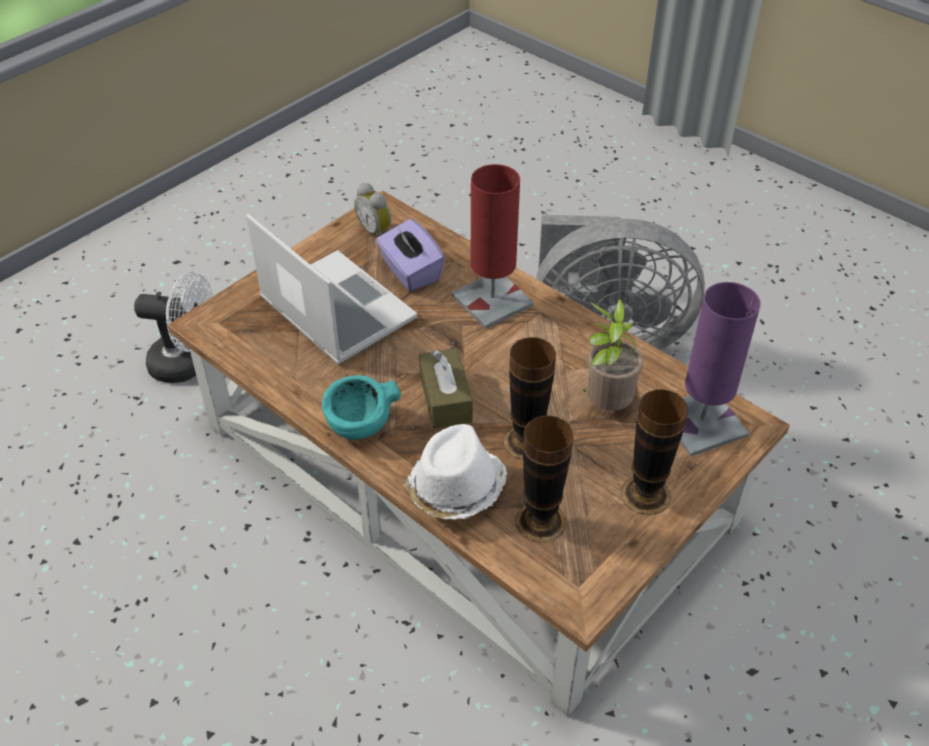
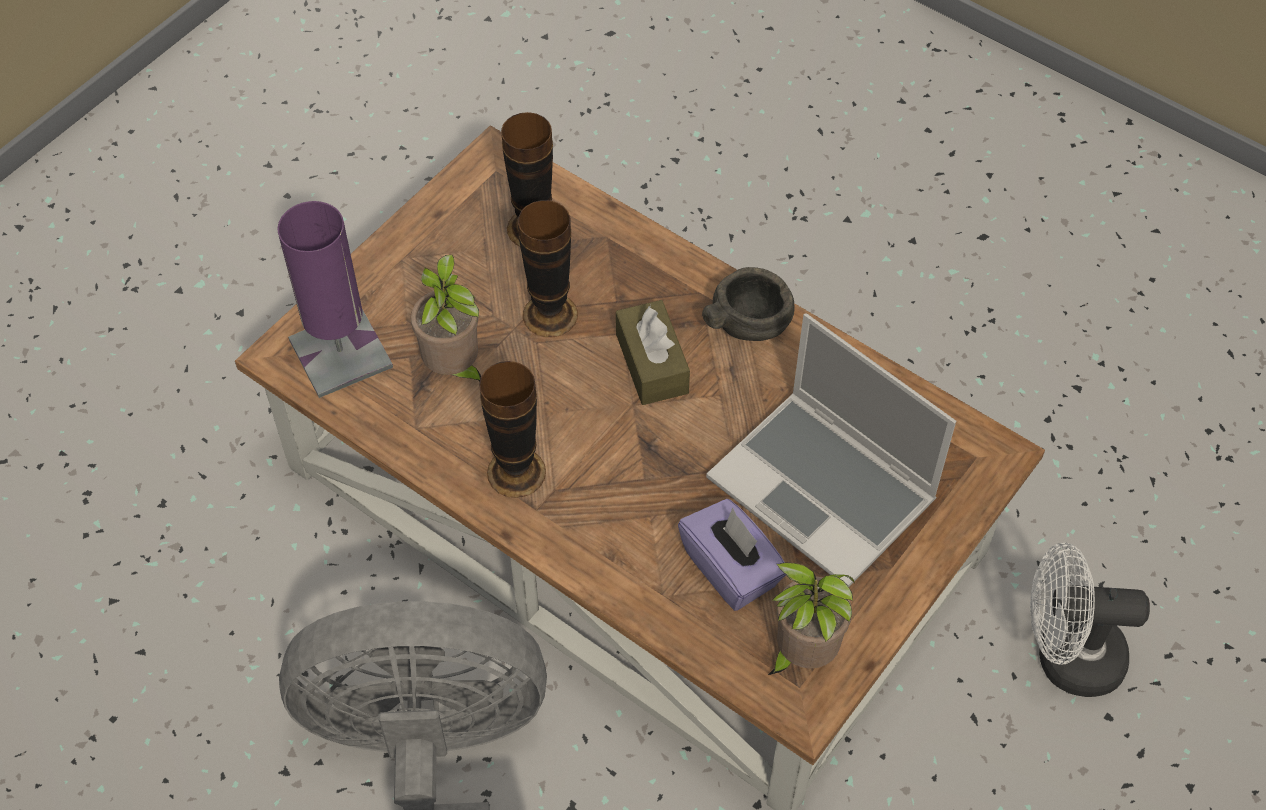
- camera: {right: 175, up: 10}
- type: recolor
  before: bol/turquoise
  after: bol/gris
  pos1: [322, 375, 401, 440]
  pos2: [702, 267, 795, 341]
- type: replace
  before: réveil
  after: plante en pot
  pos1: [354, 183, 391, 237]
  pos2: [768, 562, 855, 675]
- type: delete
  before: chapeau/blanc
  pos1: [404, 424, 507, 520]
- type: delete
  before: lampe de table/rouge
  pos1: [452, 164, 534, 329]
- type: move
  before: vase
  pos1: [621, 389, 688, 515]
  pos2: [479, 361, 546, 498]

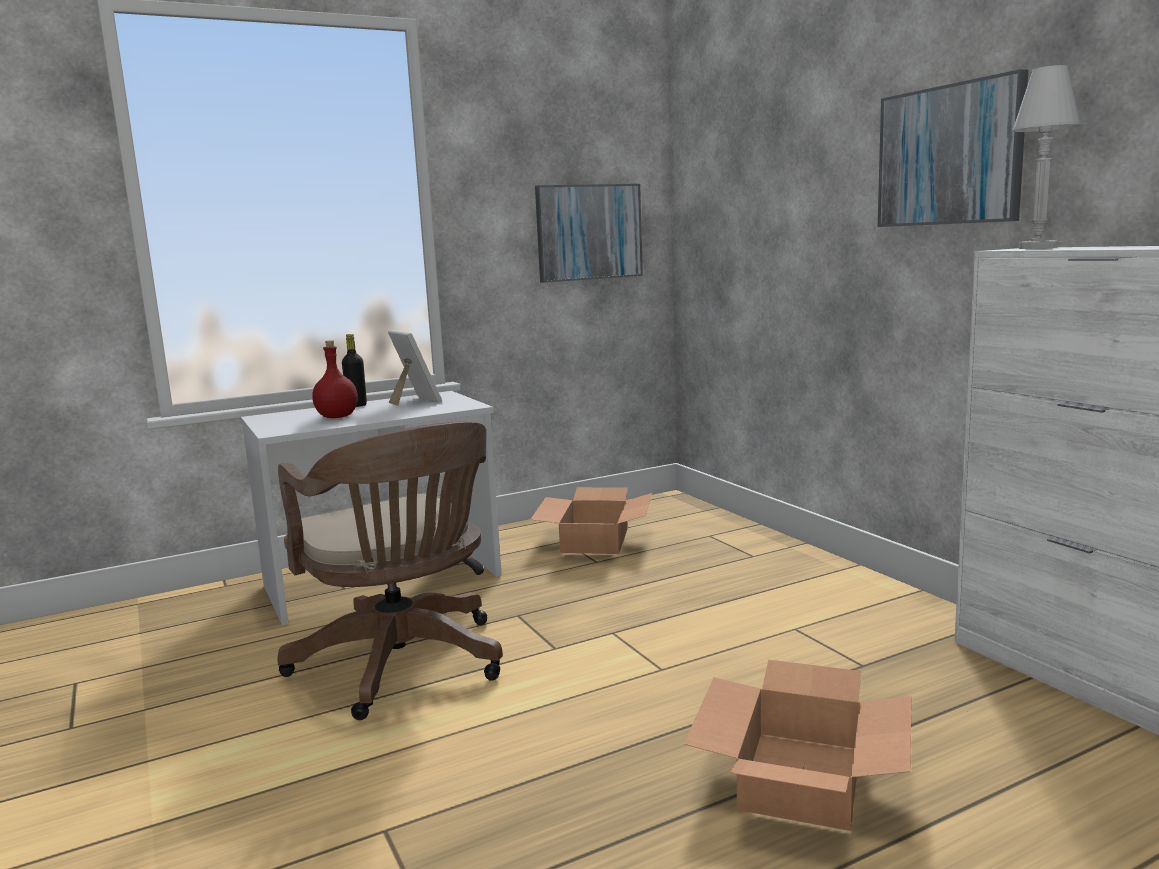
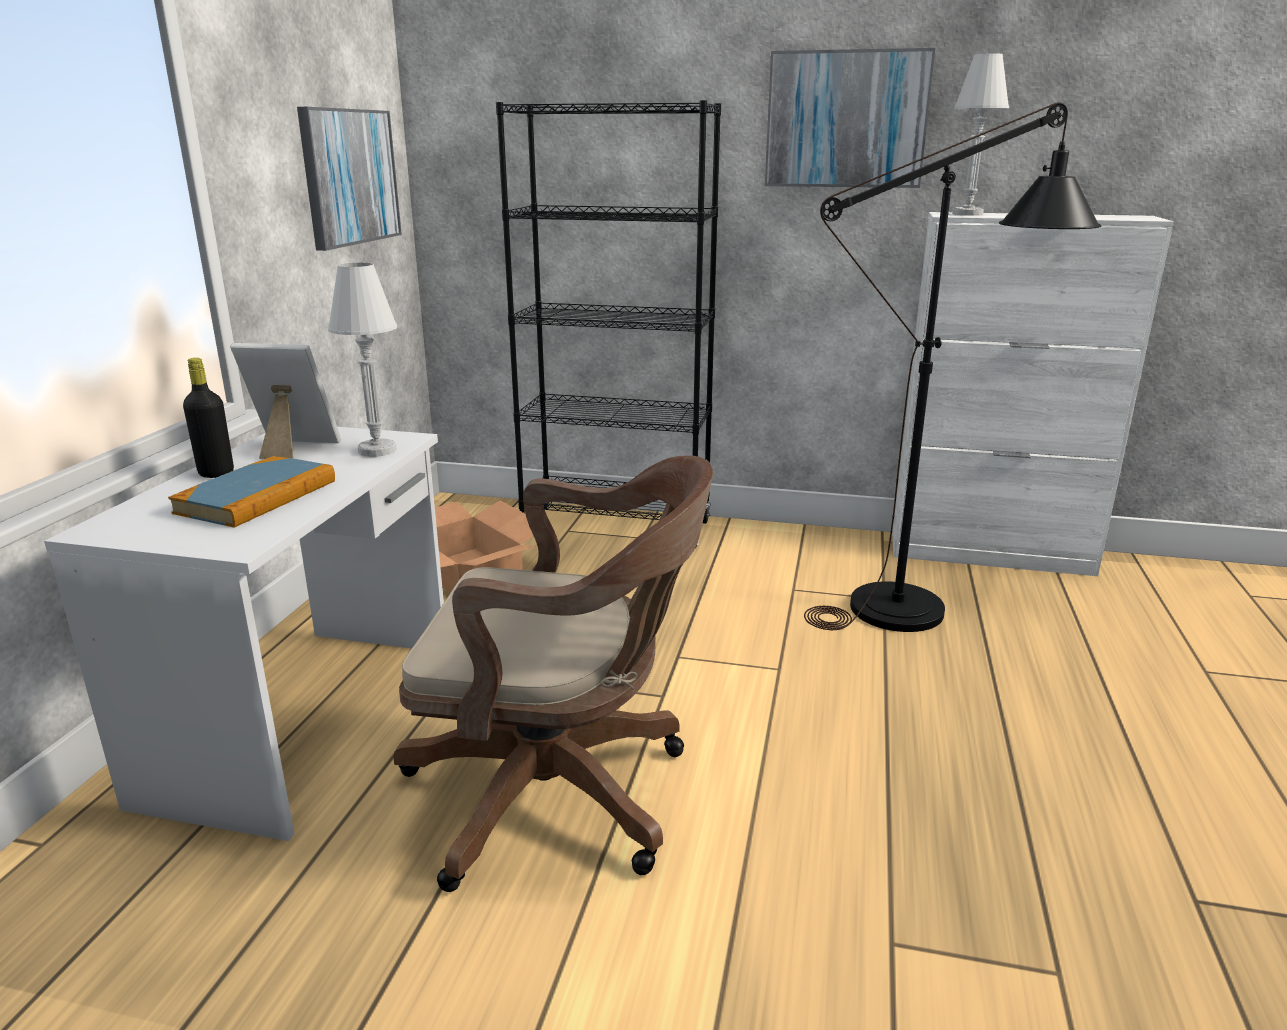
- camera: {right: -50, up: 10}
- type: replace
  before: bouteille/rouge
  after: livre
  pos1: [312, 340, 358, 418]
  pos2: [168, 456, 335, 528]
- type: delete
  before: carton
  pos1: [684, 660, 912, 831]
- type: insert
  after: lampe de table/blanc
  pos2: [328, 263, 397, 457]
- type: insert
  after: bibliothèque/noir
  pos2: [496, 100, 721, 547]
- type: insert
  after: lampadaire/noir
  pos2: [804, 102, 1102, 632]

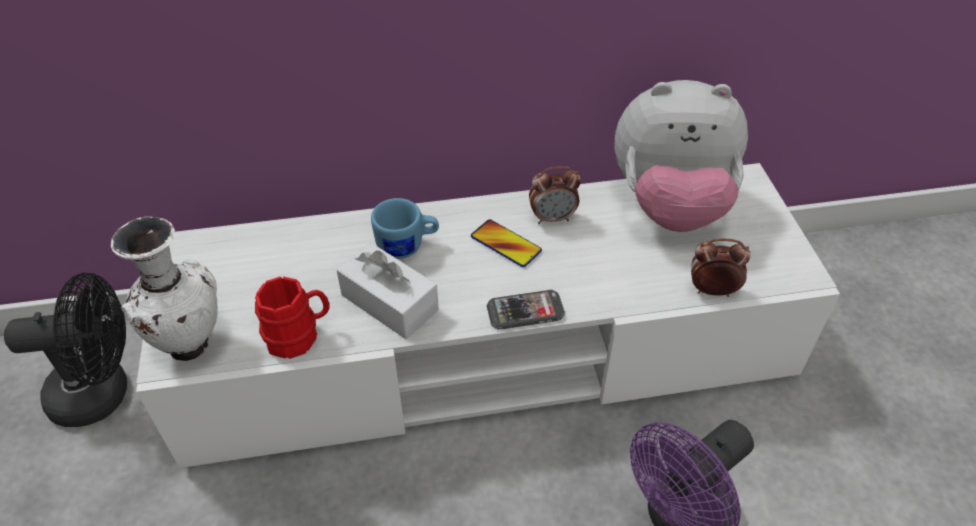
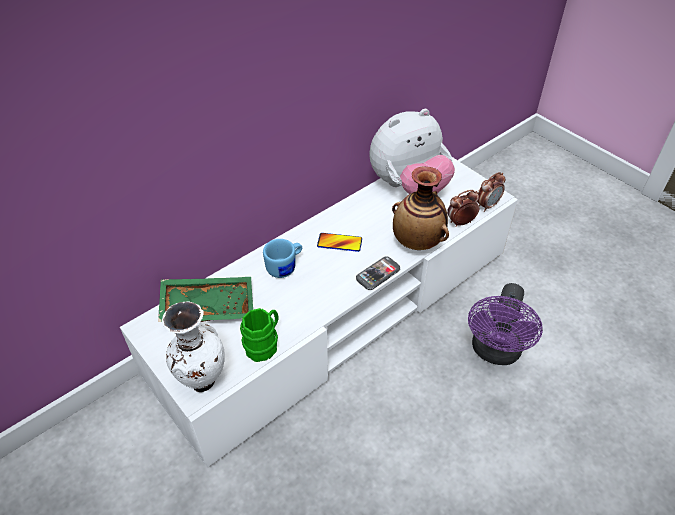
- camera: {right: -30, up: 0}
- type: delete
  before: ventilateur/noir
  pos1: [4, 273, 127, 427]
- type: recolor
  before: mug/rouge
  after: mug/vert
  pos1: [255, 277, 330, 359]
  pos2: [240, 308, 278, 362]
- type: delete
  before: boîte à mouchoirs/blanc
  pos1: [337, 243, 439, 339]
- type: move
  before: réveil
  pos1: [529, 166, 581, 224]
  pos2: [477, 172, 505, 212]
- type: insert
  after: plateau/vert
  pos2: [158, 277, 253, 322]
- type: insert
  after: vase
  pos2: [392, 166, 449, 250]

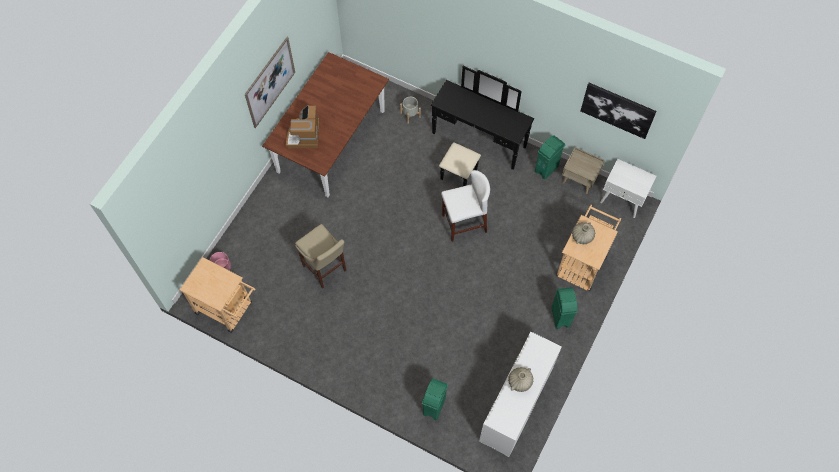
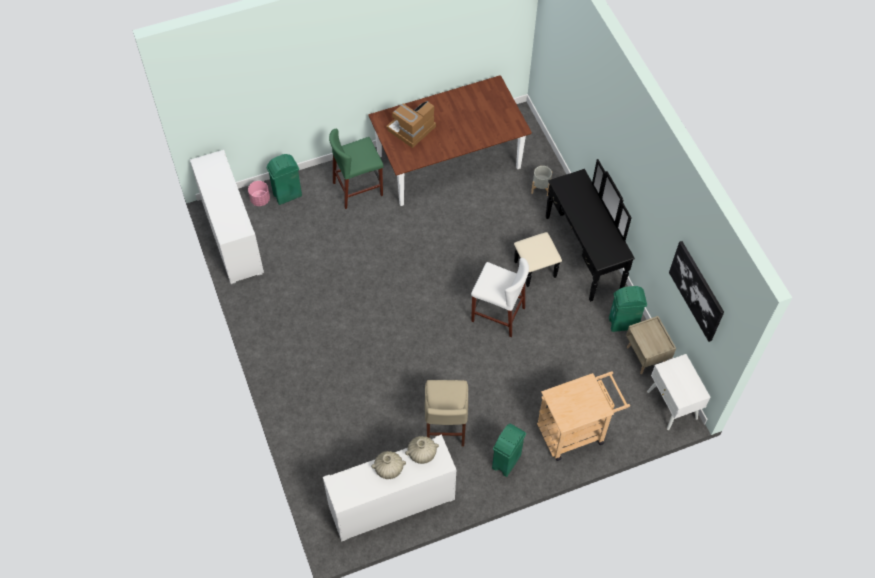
- camera: {right: 40, up: -5}
- type: replace
  before: chariot/beige
  after: meuble de rangement/blanc
  pos1: [180, 257, 256, 333]
  pos2: [190, 150, 264, 284]
- type: delete
  before: tableau
  pos1: [245, 37, 295, 128]
- type: move
  before: tabouret/beige
  pos1: [295, 224, 346, 289]
  pos2: [425, 380, 468, 446]
- type: move
  before: poubelle/vert
  pos1: [422, 378, 448, 421]
  pos2: [266, 154, 302, 205]
- type: move
  before: vase/beige
  pos1: [572, 222, 595, 244]
  pos2: [405, 436, 439, 464]
- type: insert
  after: tabouret/vert
  pos2: [329, 129, 384, 209]

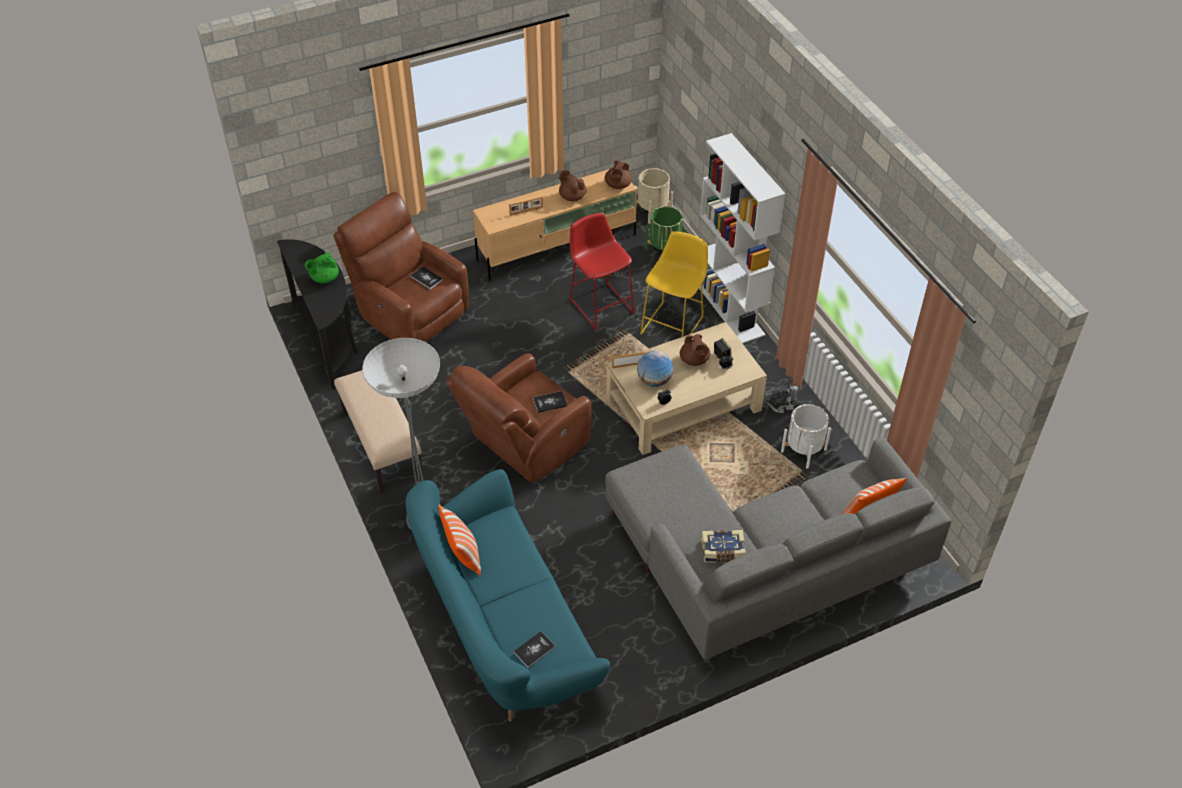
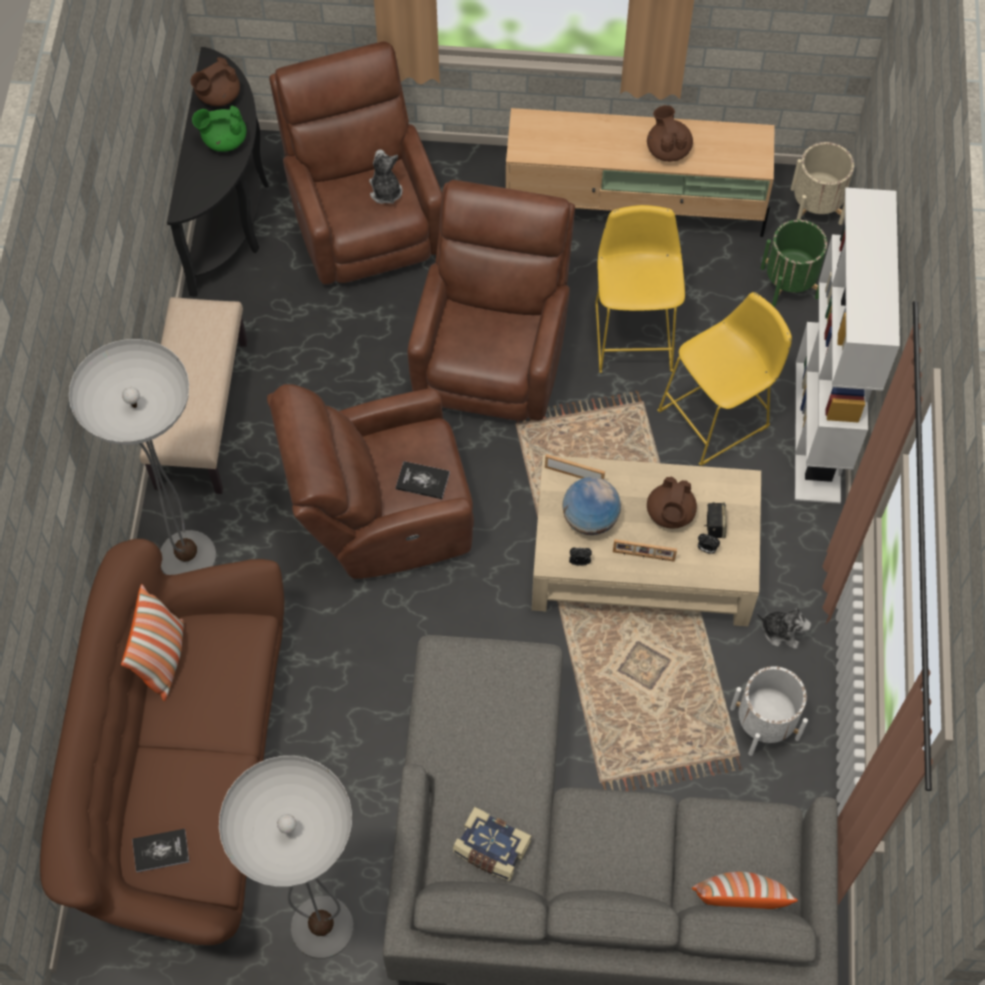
- camera: {right: 30, up: 15}
- type: recolor
  before: canapé/turquoise
  after: canapé/marron
  pos1: [405, 469, 610, 721]
  pos2: [40, 539, 284, 945]
- type: replace
  before: livre
  after: peluche
  pos1: [410, 266, 443, 289]
  pos2: [369, 149, 403, 204]
- type: move
  before: cadre photo
  pos1: [509, 196, 543, 216]
  pos2: [613, 539, 677, 562]
- type: recolor
  before: tabouret/rouge
  after: tabouret/jaune
  pos1: [570, 213, 635, 330]
  pos2: [595, 205, 685, 373]
- type: move
  before: théière/marron
  pos1: [605, 160, 632, 189]
  pos2: [190, 57, 240, 106]
- type: insert
  after: lampadaire
  pos2: [219, 756, 354, 959]
- type: insert
  after: fauteuil/marron
  pos2: [407, 180, 575, 421]

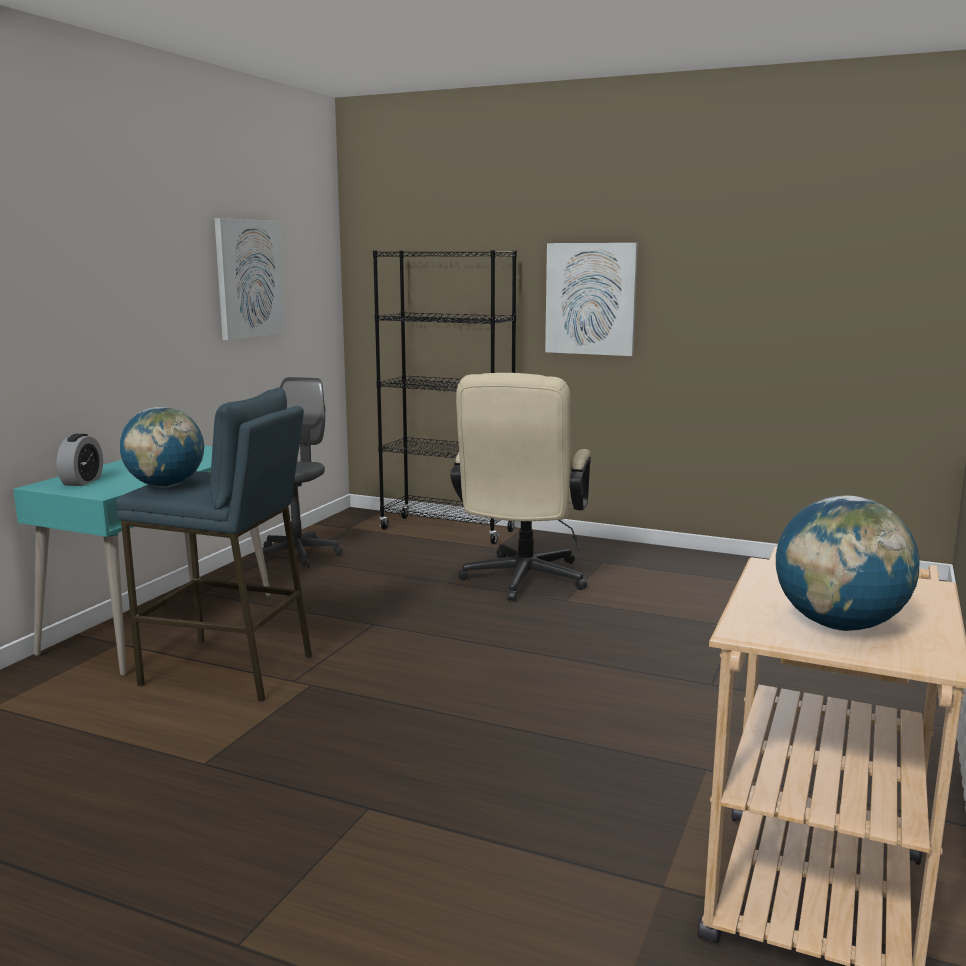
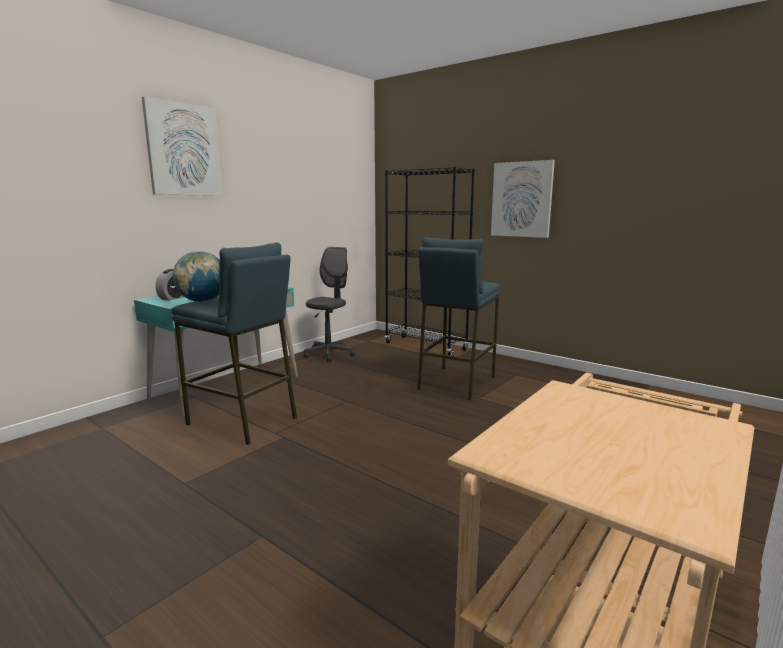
- camera: {right: 15, up: 0}
- type: move
  before: tableau
  pos1: [214, 218, 286, 340]
  pos2: [142, 97, 223, 196]
- type: replace
  before: chaise de bureau/beige
  after: tabouret/bleu
  pos1: [450, 373, 591, 601]
  pos2: [417, 237, 501, 400]
- type: delete
  before: globe
  pos1: [776, 496, 919, 631]

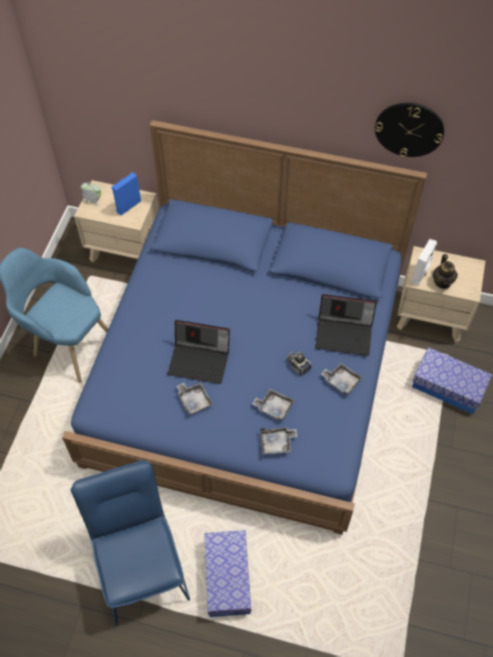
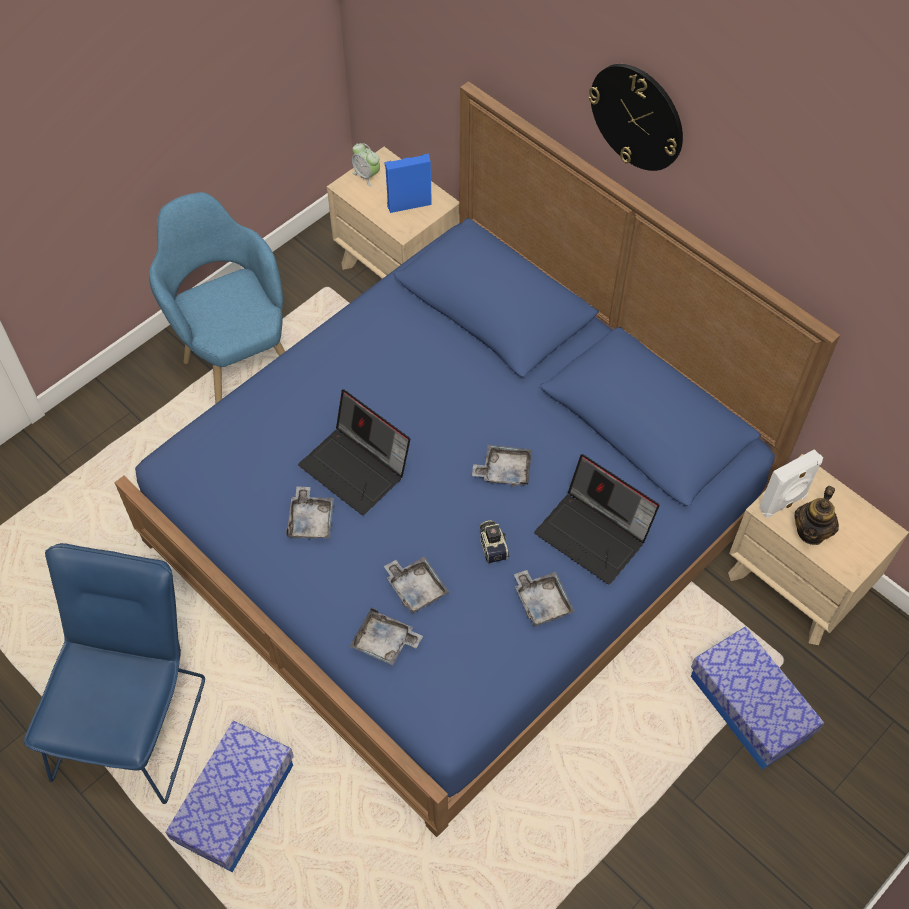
- camera: {right: 30, up: 0}
- type: move
  before: horloge murale
  pos1: [375, 103, 444, 157]
  pos2: [589, 64, 683, 171]
- type: insert
  after: plateau/gris
  pos2: [472, 445, 532, 487]

